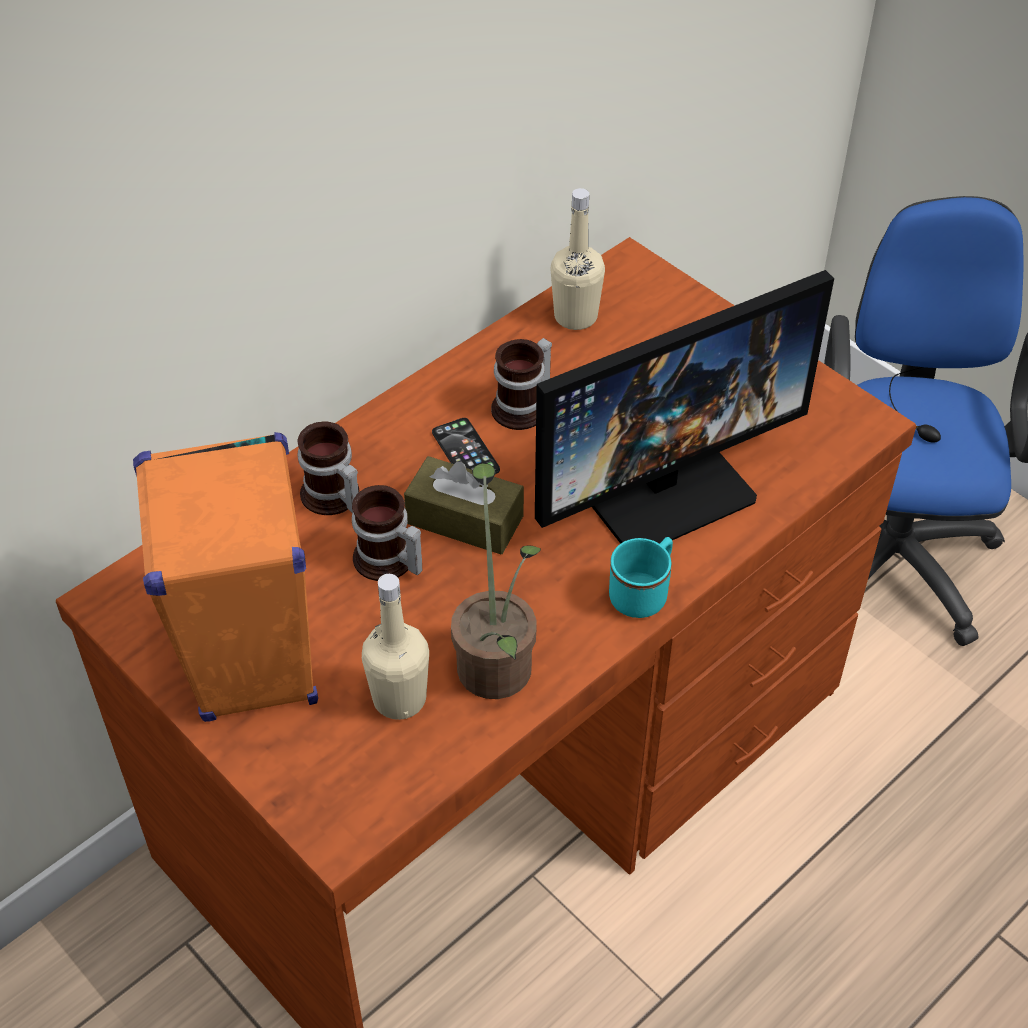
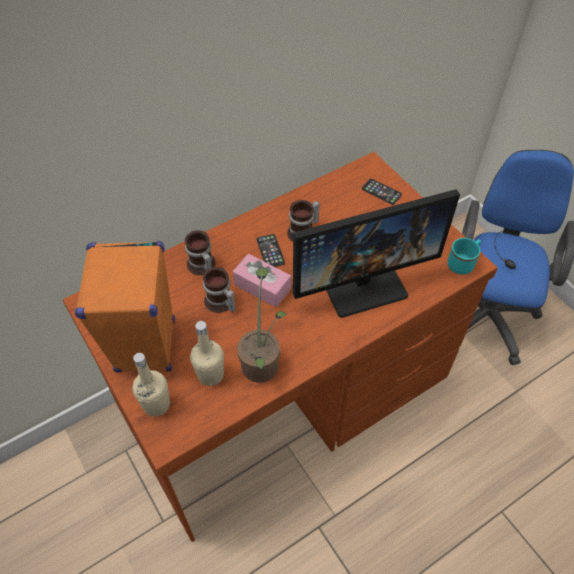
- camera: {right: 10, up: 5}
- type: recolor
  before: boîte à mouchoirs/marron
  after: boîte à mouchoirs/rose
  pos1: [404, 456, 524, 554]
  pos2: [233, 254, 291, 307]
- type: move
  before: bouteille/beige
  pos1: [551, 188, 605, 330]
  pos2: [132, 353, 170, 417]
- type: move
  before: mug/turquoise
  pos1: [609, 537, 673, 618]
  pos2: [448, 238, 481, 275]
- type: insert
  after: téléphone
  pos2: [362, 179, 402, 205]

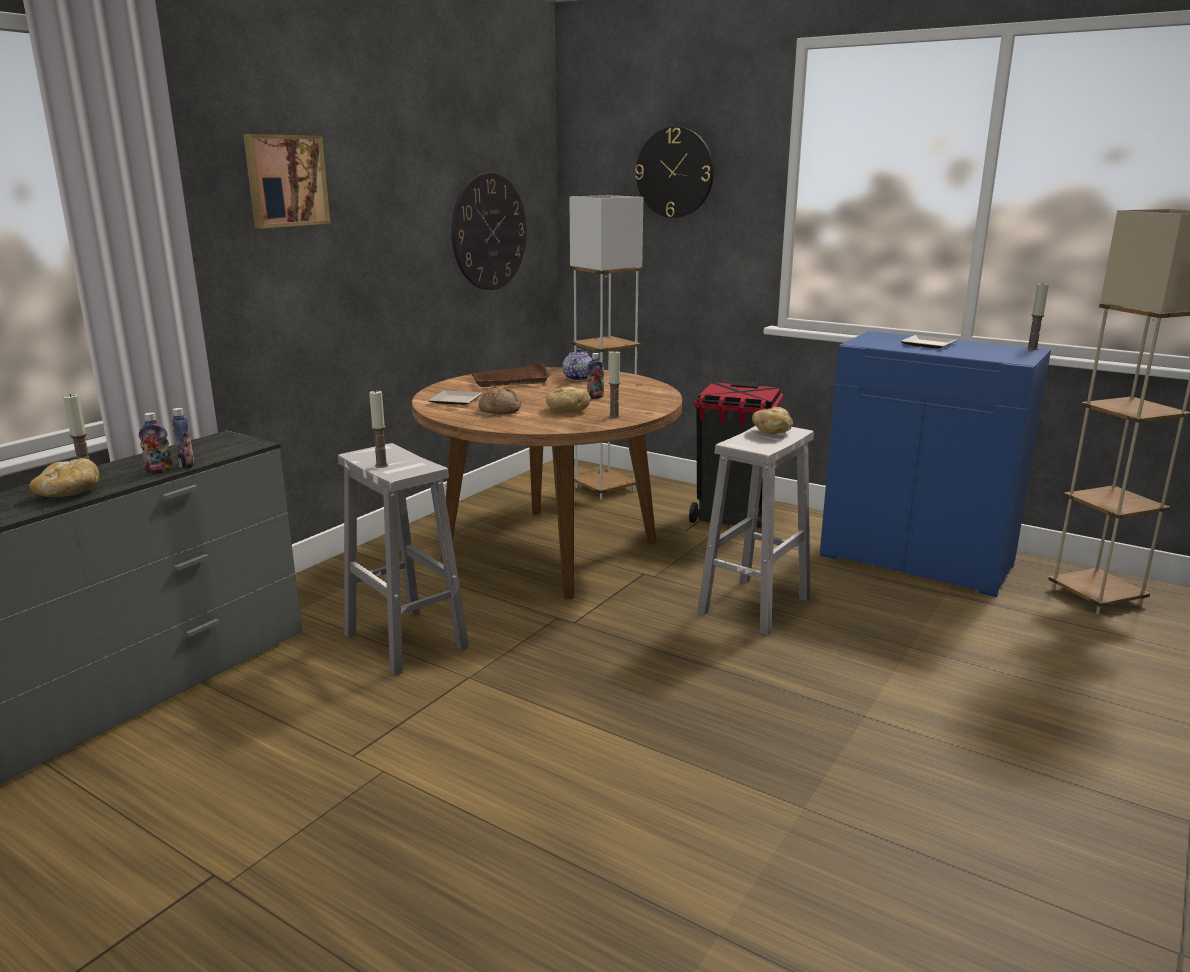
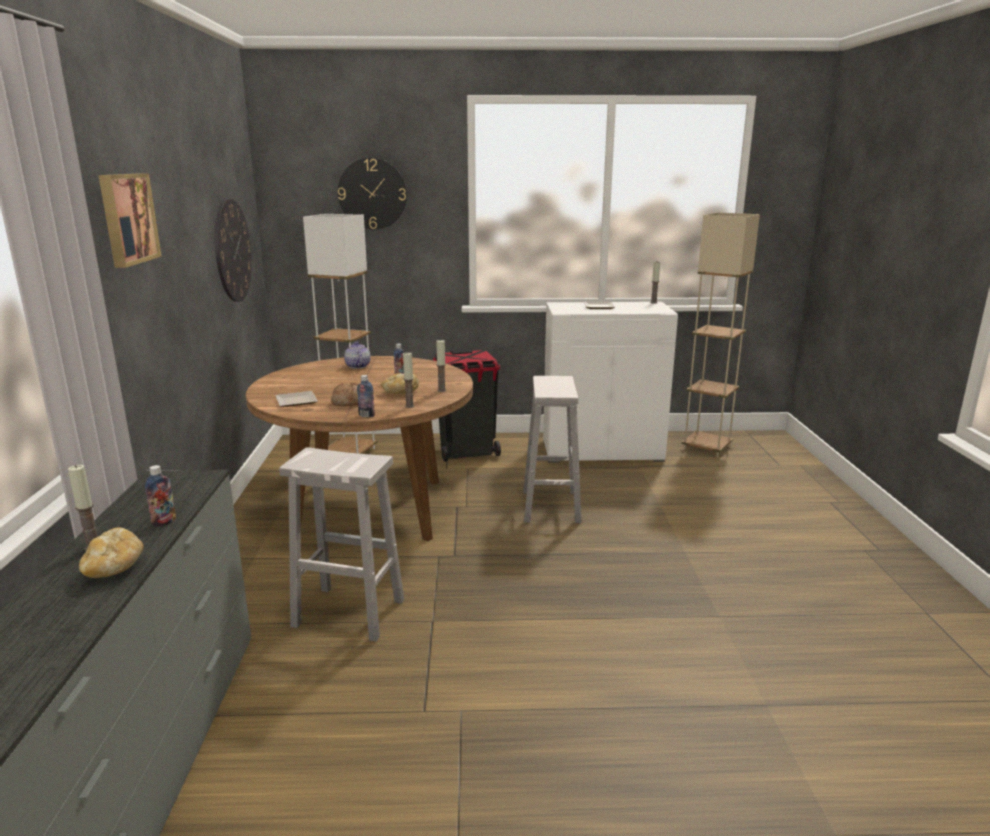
- camera: {right: -35, up: 0}
- type: move
  before: bouteille
  pos1: [171, 408, 195, 469]
  pos2: [357, 375, 375, 417]
- type: move
  before: bougie
  pos1: [369, 390, 388, 468]
  pos2: [403, 352, 414, 408]
- type: delete
  before: plateau/marron
  pos1: [471, 362, 551, 387]
- type: delete
  before: pain
  pos1: [752, 407, 793, 434]
- type: recolor
  before: meuble de rangement/bleu
  after: meuble de rangement/blanc
  pos1: [820, 331, 1051, 597]
  pos2: [543, 302, 678, 463]

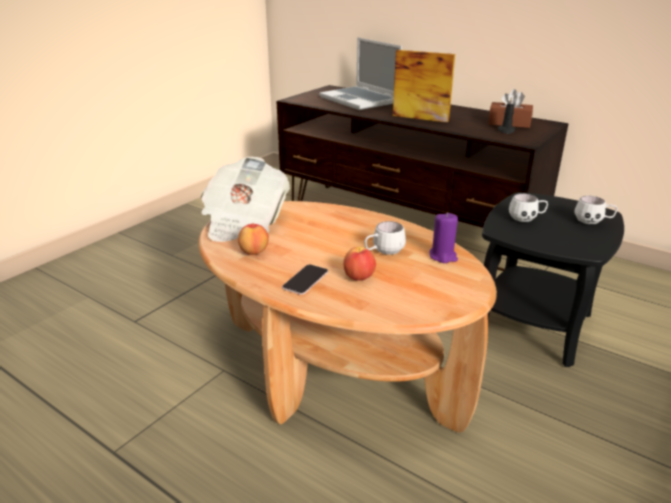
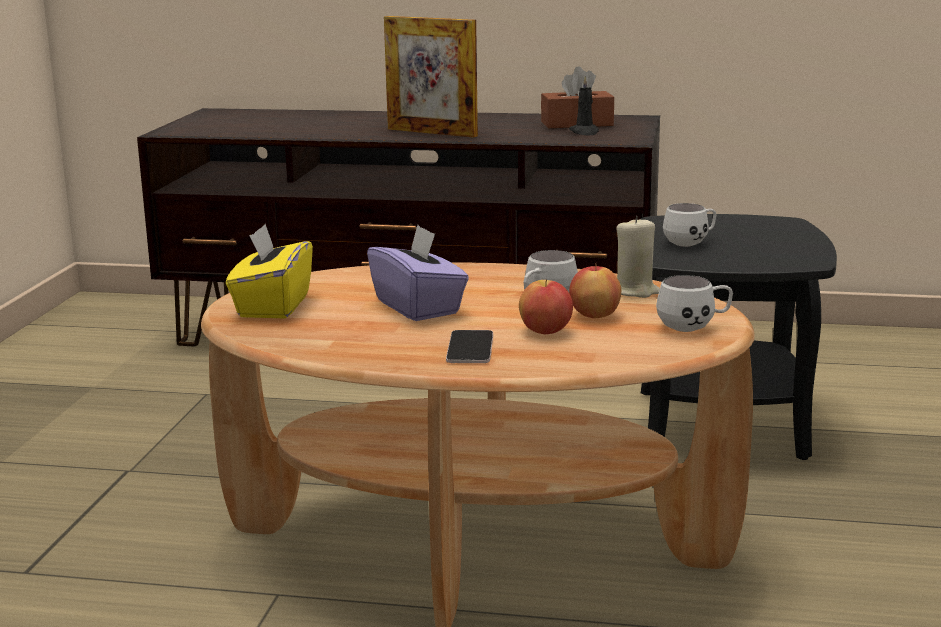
- camera: {right: -25, up: -10}
- type: replace
  before: journal
  after: boîte à mouchoirs/jaune
  pos1: [201, 156, 290, 242]
  pos2: [226, 224, 313, 318]
- type: move
  before: pomme
  pos1: [238, 224, 269, 255]
  pos2: [569, 264, 621, 318]
- type: delete
  before: ordinateur portable
  pos1: [319, 37, 402, 110]
- type: rotate
  before: cadre photo
  pos1: [393, 50, 455, 123]
  pos2: [384, 16, 478, 138]
  turn: -150
- type: recolor
  before: bougie/violet
  after: bougie/beige
  pos1: [430, 212, 458, 263]
  pos2: [616, 216, 660, 298]
- type: move
  before: mug/blanc
  pos1: [575, 196, 618, 224]
  pos2: [656, 275, 733, 332]
- type: insert
  after: boîte à mouchoirs/violet
  pos2: [367, 225, 469, 321]

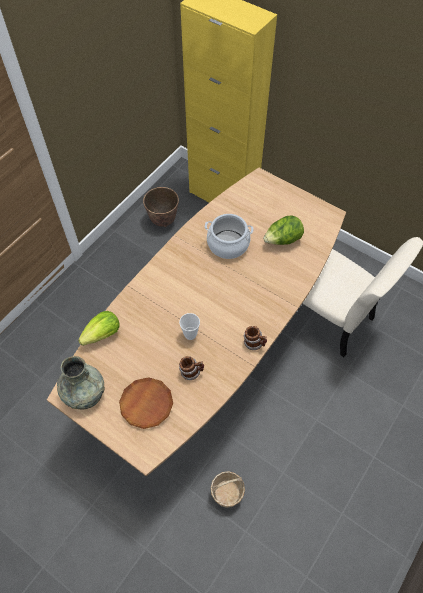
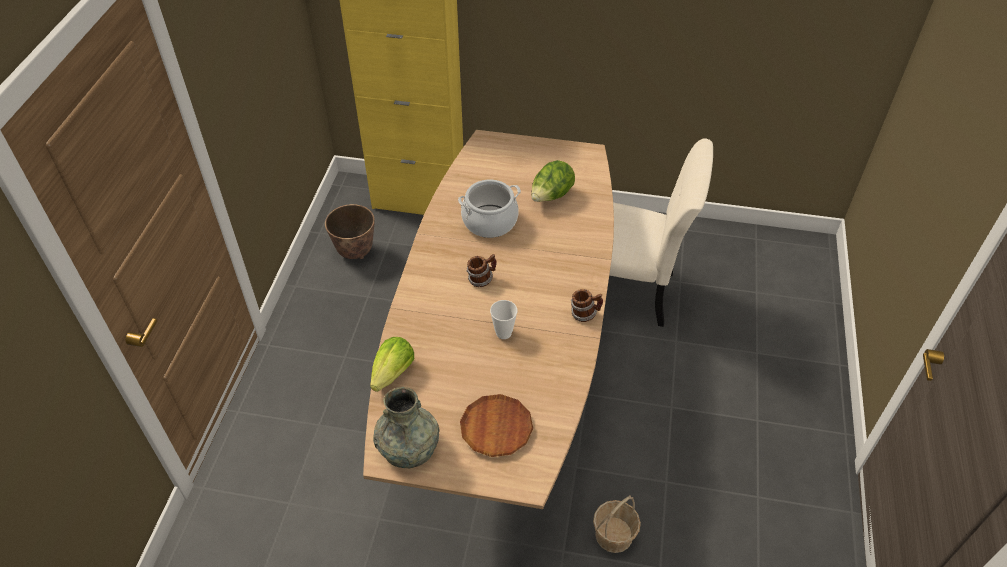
- camera: {right: -25, up: -10}
- type: move
  before: mug
  pos1: [179, 356, 204, 380]
  pos2: [467, 254, 497, 287]

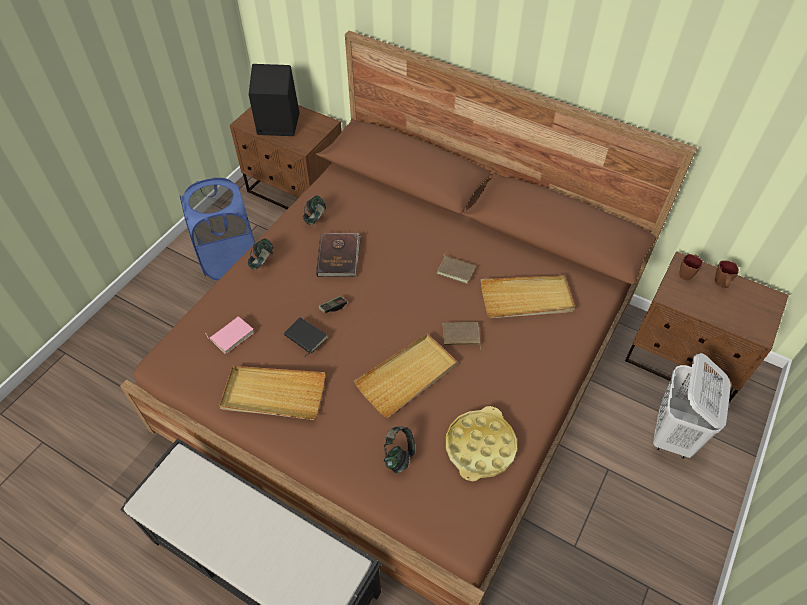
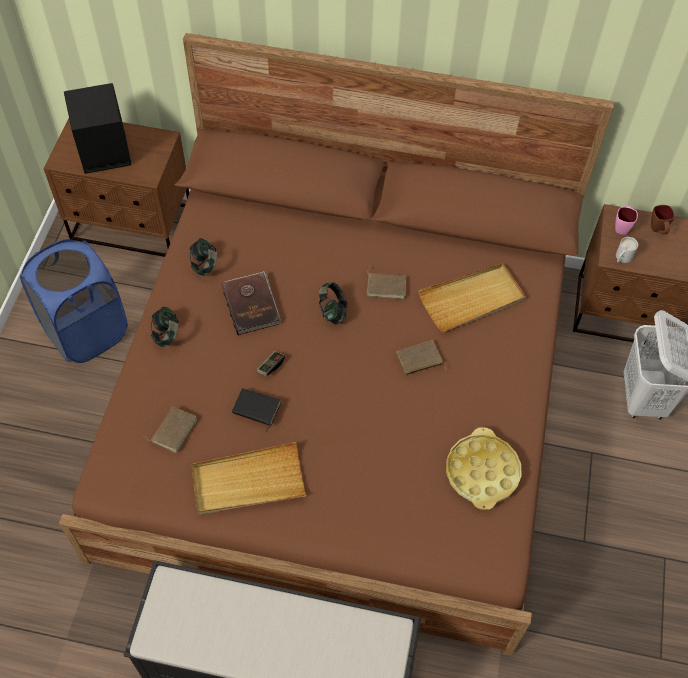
- camera: {right: -20, up: 5}
- type: recolor
  before: livre/rose
  after: livre/marron
  pos1: [205, 316, 254, 354]
  pos2: [143, 407, 197, 453]
- type: delete
  before: plateau/beige
  pos1: [354, 334, 457, 418]
- type: move
  before: casque audio
  pos1: [384, 427, 415, 473]
  pos2: [318, 282, 347, 325]
- type: recolor
  before: mug/marron
  after: mug/rose
  pos1: [679, 254, 703, 280]
  pos2: [615, 206, 638, 235]
- type: insert
  after: mug/blanc
  pos2: [616, 237, 638, 263]

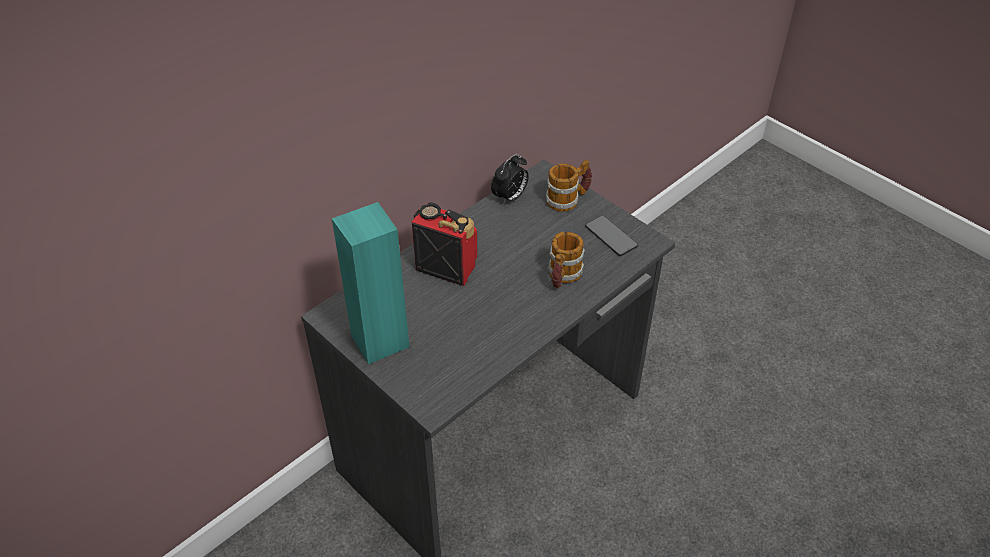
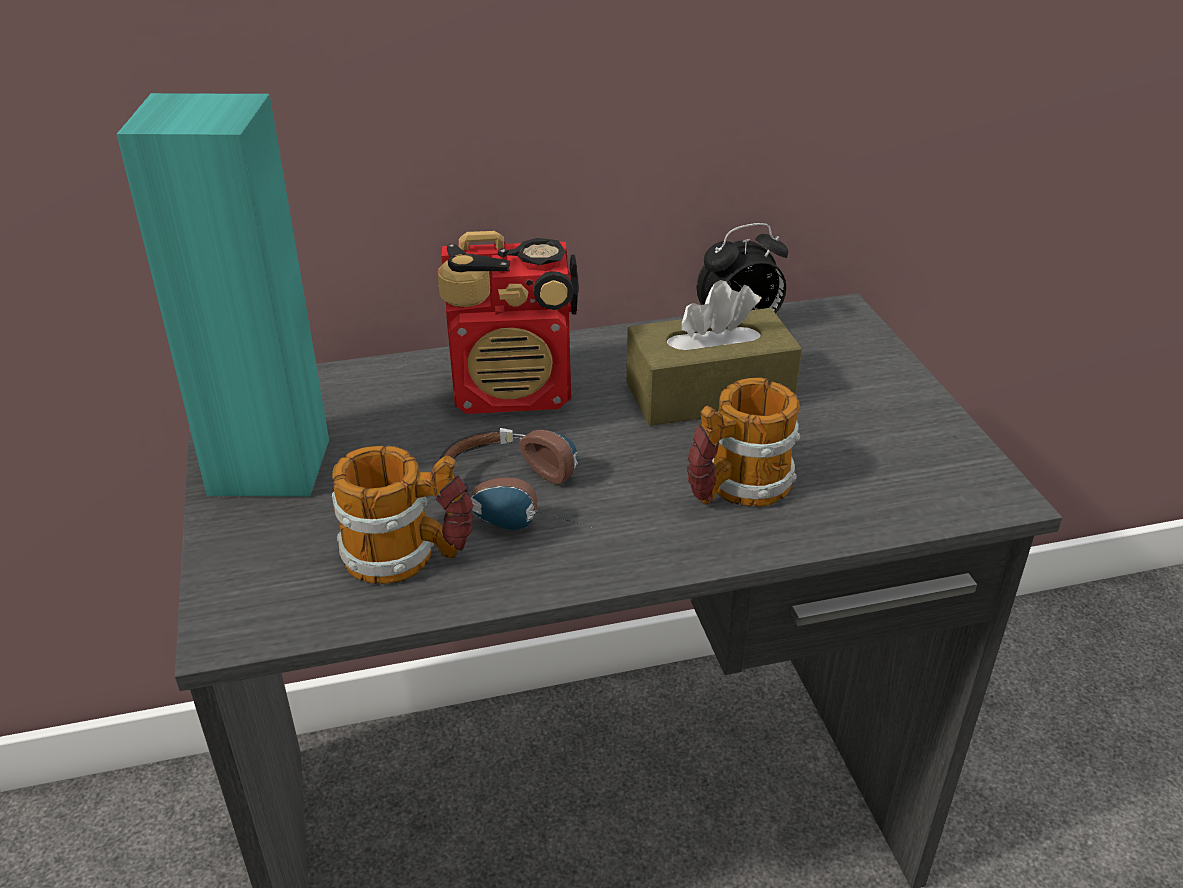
- camera: {right: 30, up: -10}
- type: rotate
  before: radio
  pos1: [412, 202, 477, 286]
  pos2: [438, 231, 579, 414]
  turn: 120
- type: move
  before: mug
  pos1: [546, 160, 592, 212]
  pos2: [332, 446, 474, 584]
- type: delete
  before: téléphone
  pos1: [585, 215, 638, 256]
- type: insert
  after: casque audio
  pos2: [439, 428, 593, 530]
- type: insert
  after: boîte à mouchoirs/marron
  pos2: [626, 280, 802, 426]

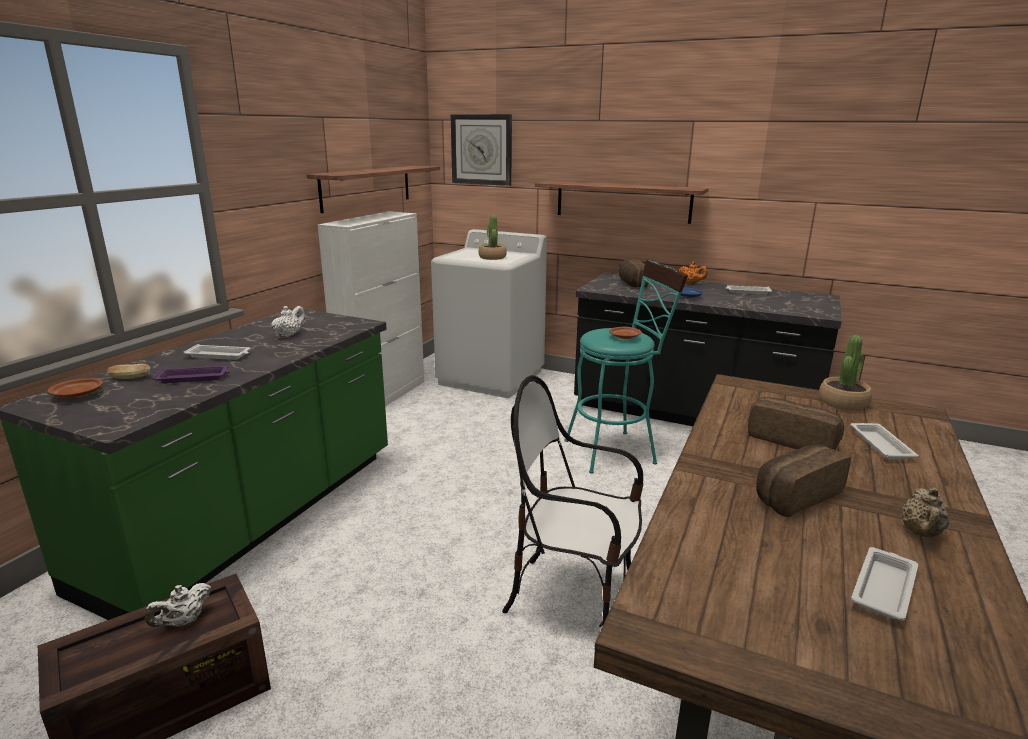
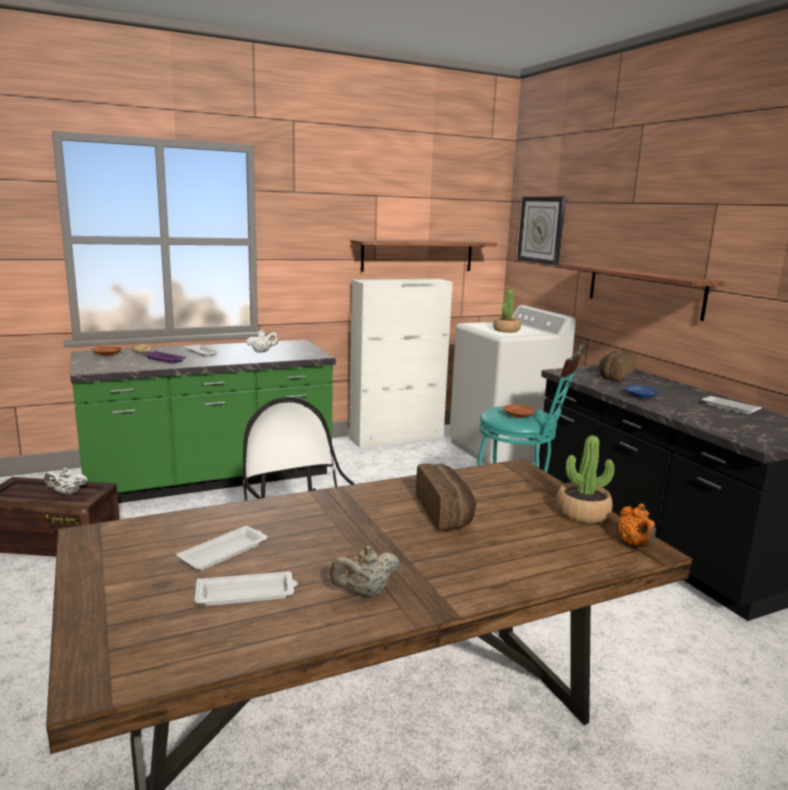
- camera: {right: 40, up: -5}
- type: move
  before: théière/orange
  pos1: [679, 262, 707, 284]
  pos2: [618, 504, 656, 547]
- type: delete
  before: pain
  pos1: [756, 445, 851, 517]
- type: move
  before: plateau/blanc
  pos1: [851, 423, 919, 460]
  pos2: [177, 526, 267, 570]

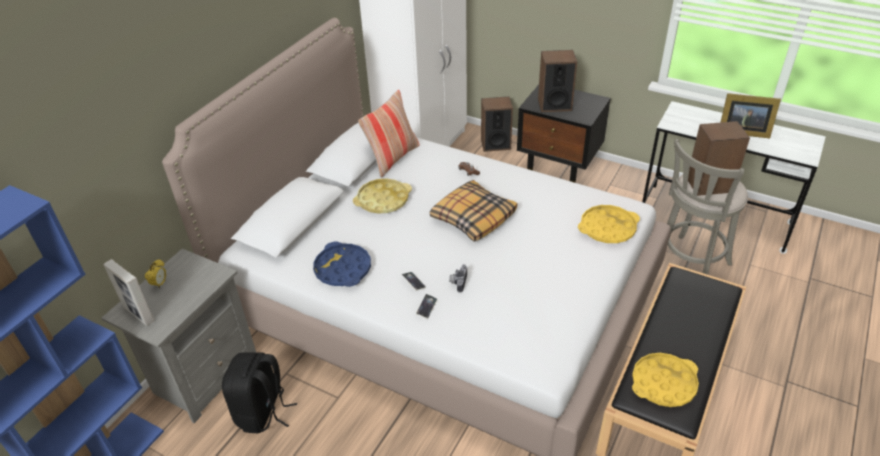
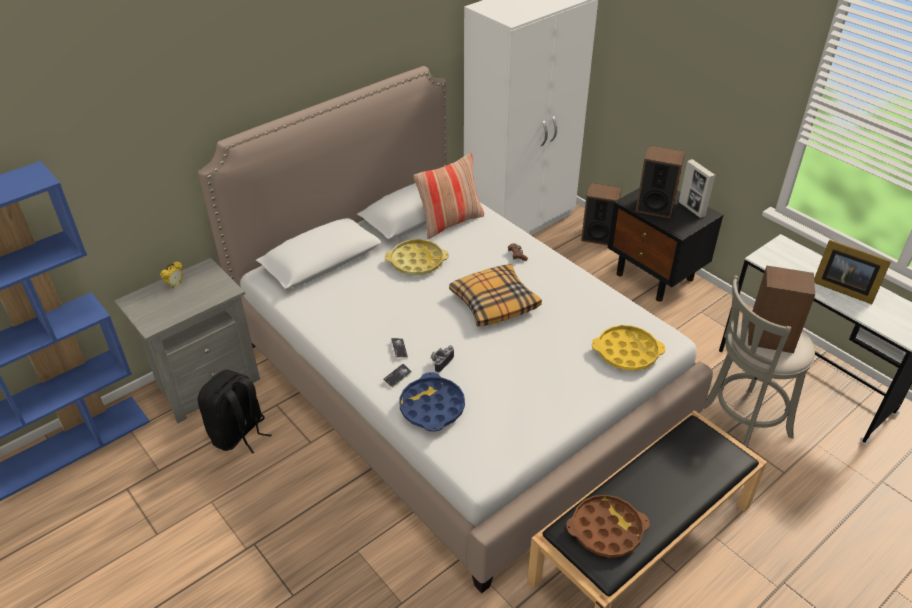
- camera: {right: 20, up: 0}
- type: move
  before: cadre photo
  pos1: [104, 259, 155, 326]
  pos2: [679, 159, 716, 218]
- type: move
  before: plateau/bleu
  pos1: [313, 242, 371, 287]
  pos2: [399, 372, 465, 432]
- type: recolor
  before: plateau/jaune
  after: plateau/marron
  pos1: [632, 353, 699, 407]
  pos2: [566, 495, 650, 558]

